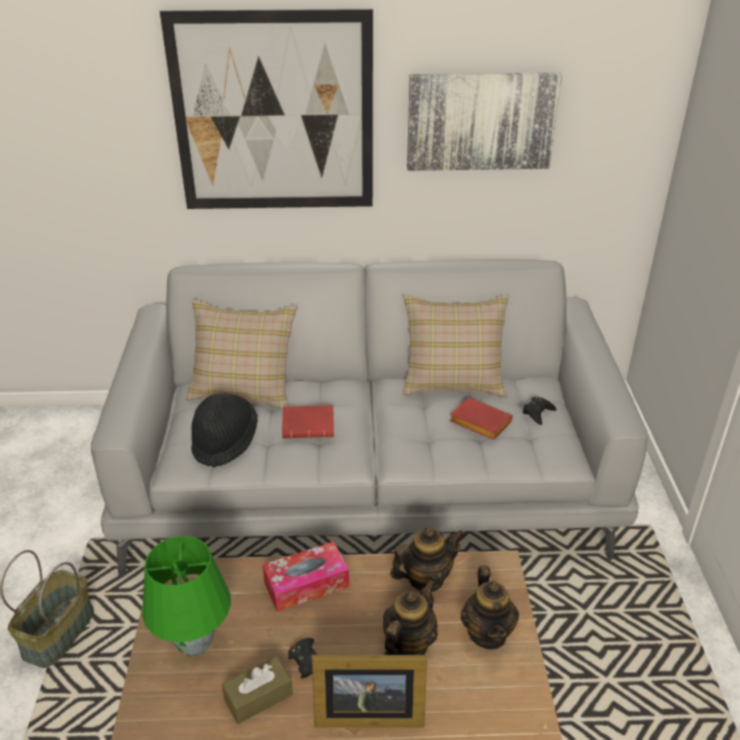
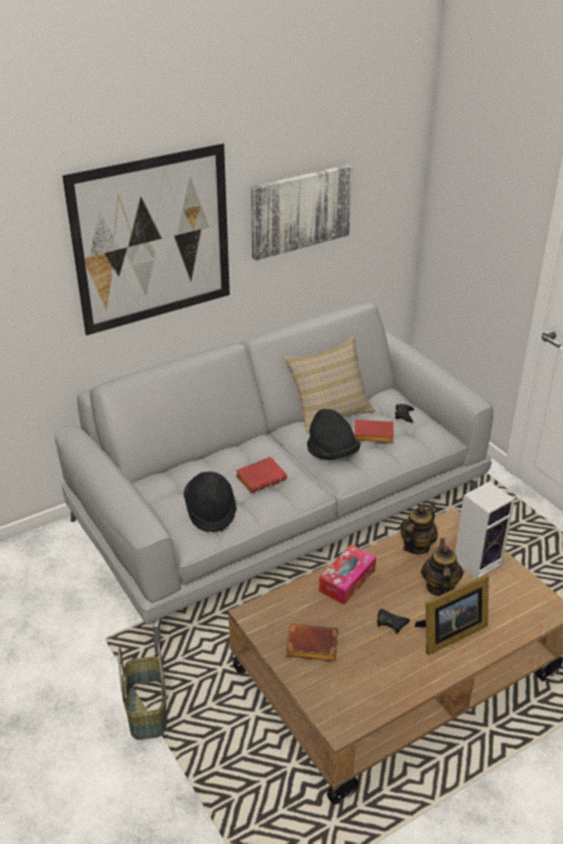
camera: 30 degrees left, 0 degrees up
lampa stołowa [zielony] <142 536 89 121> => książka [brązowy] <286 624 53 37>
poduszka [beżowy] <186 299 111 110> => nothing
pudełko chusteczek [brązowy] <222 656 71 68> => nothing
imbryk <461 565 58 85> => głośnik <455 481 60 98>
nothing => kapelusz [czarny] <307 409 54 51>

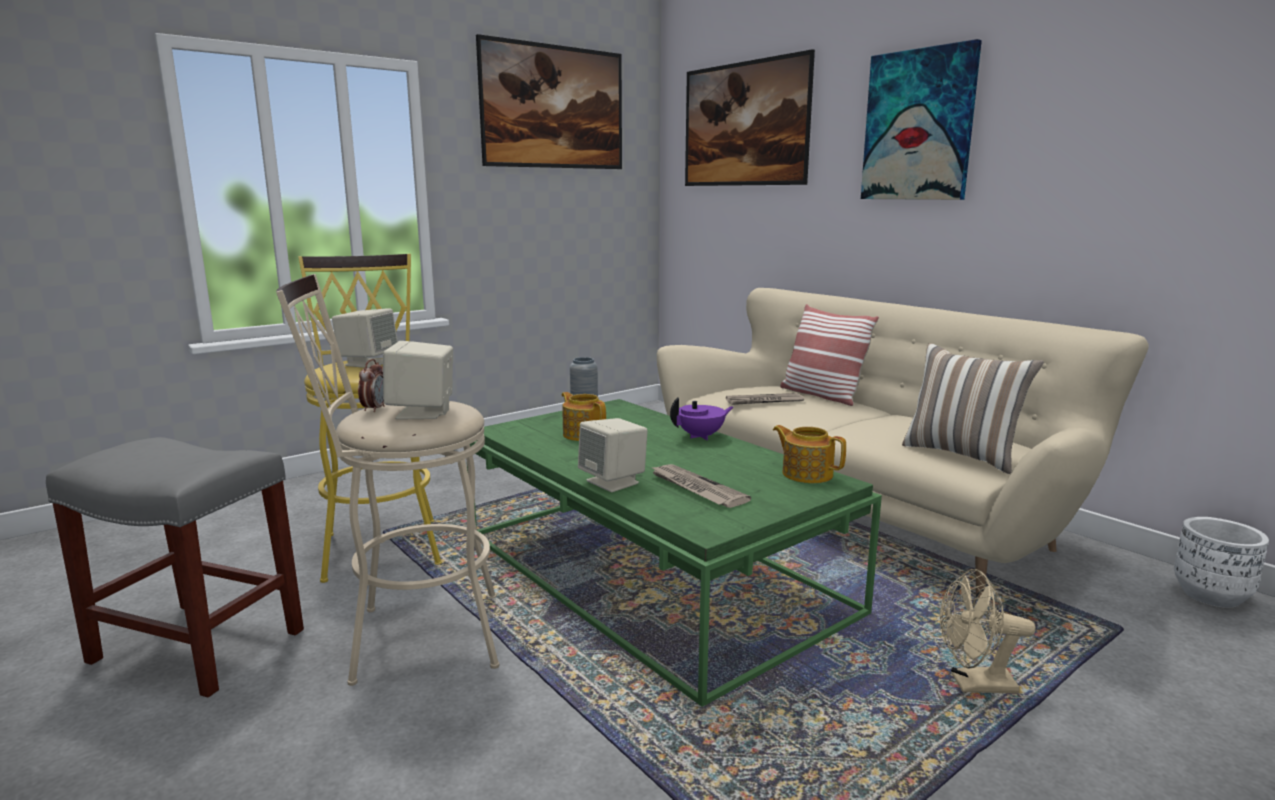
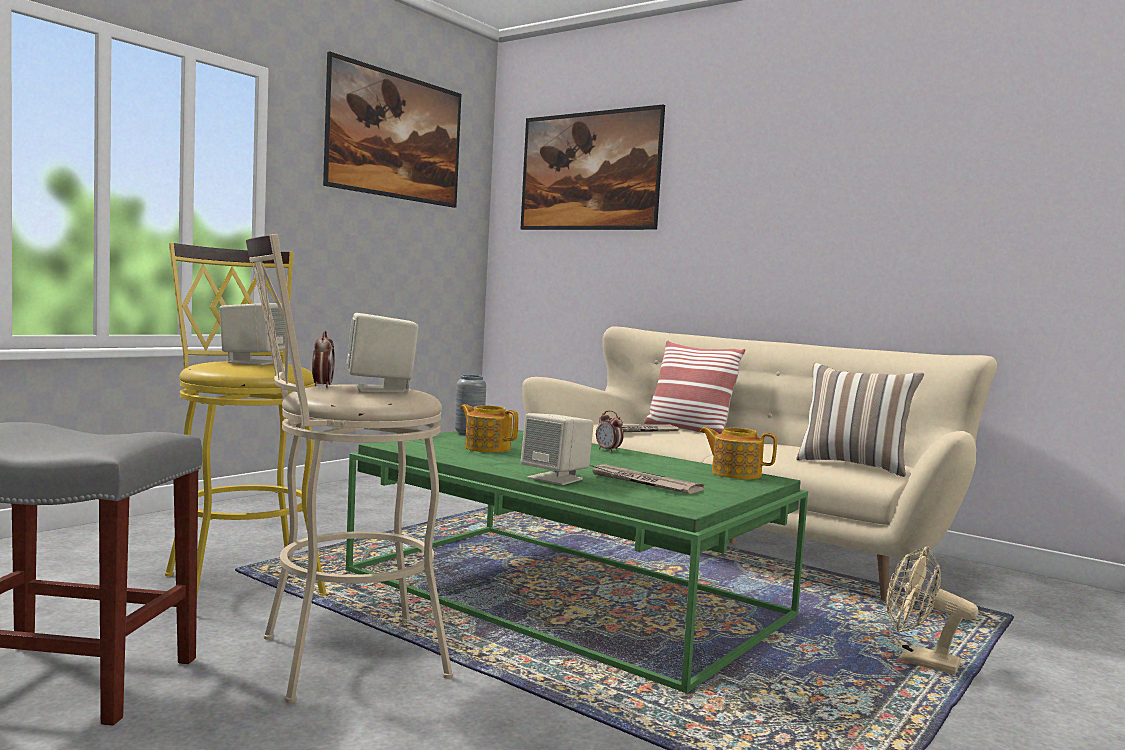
camera: 15 degrees left, 10 degrees down
imbryk [fioletowy] <670 397 63 43> => budzik <596 410 28 42>
obraz <861 39 121 161> => nothing
wentylator [beżowy] <940 569 95 125> => wentylator [beżowy] <886 546 92 129>, 45 degrees clockwise
donica [biały] <1174 517 95 91> => nothing

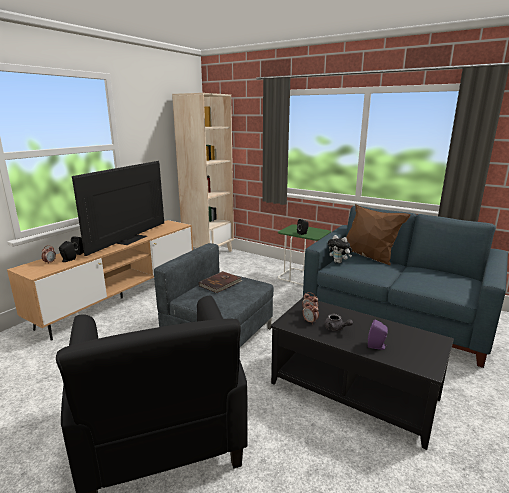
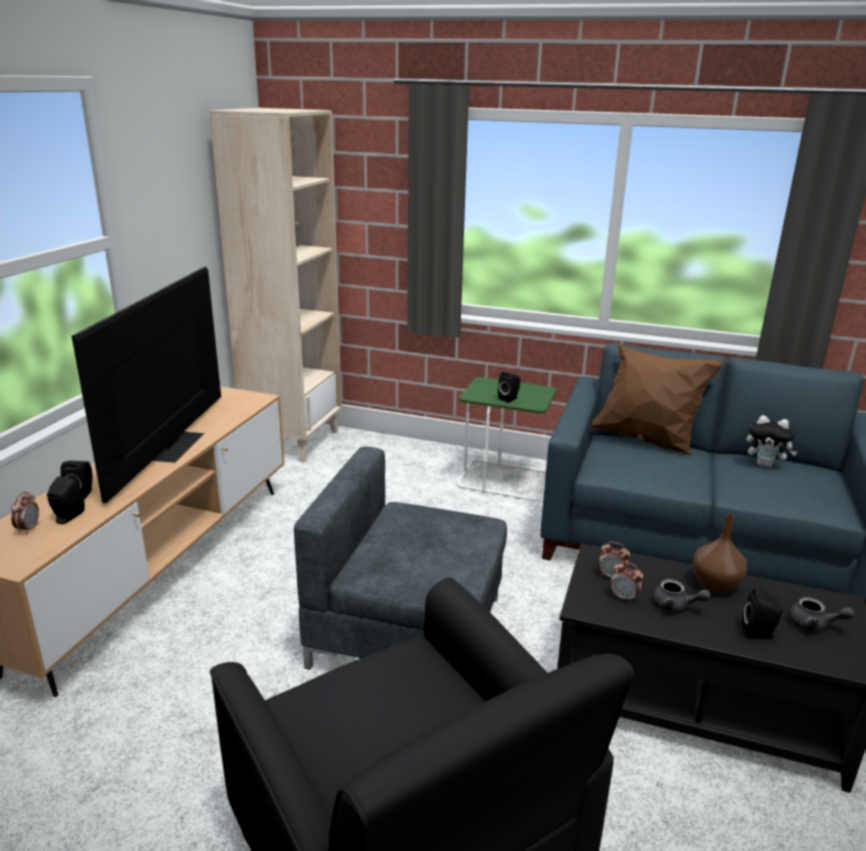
camera: 15 degrees left, 5 degrees up
książka [brązowy] <199 271 44 22> => nothing
pluszak <328 235 24 28> => pluszak <746 415 51 53>, moved
głośnik [fioletowy] <368 319 20 31> => głośnik [czarny] <742 588 41 51>
nothing => wazon [brązowy] <693 514 54 80>
nothing => imbryk [szary] <789 597 66 34>

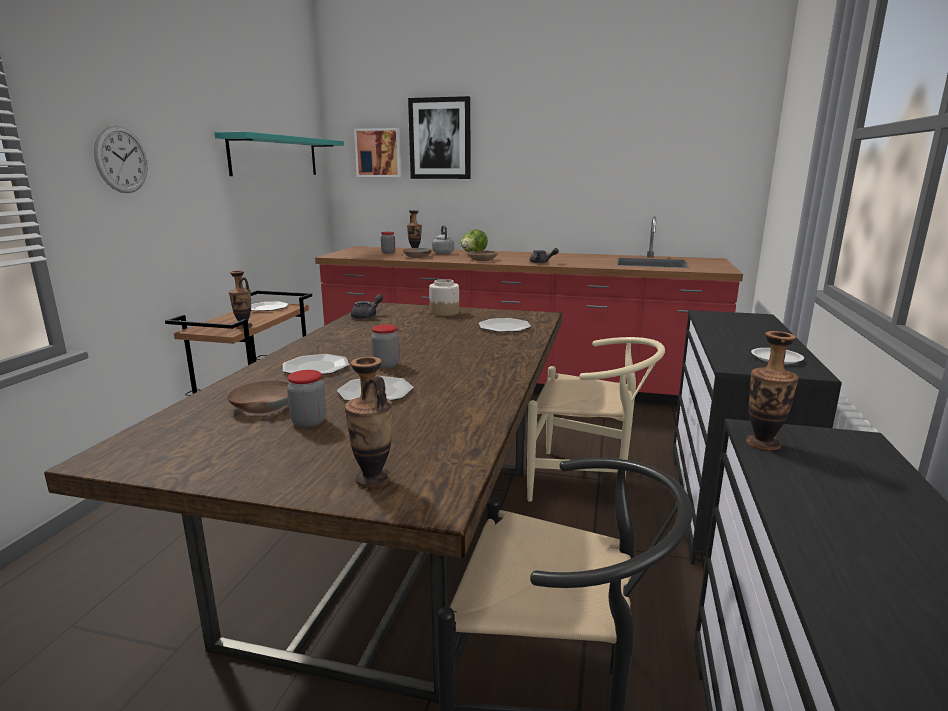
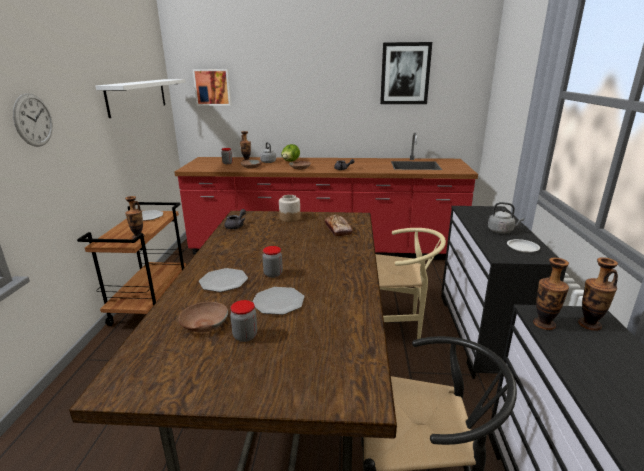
camera: 10 degrees left, 5 degrees up
półka [turkusowy] <214 132 130 44> => półka [biały] <96 79 90 39>
wazon <345 357 47 131> => wazon <578 257 40 74>, moved
obraz <408 96 62 83> => obraz <380 42 52 62>, moved
talerz <479 318 52 14> => chleb <325 215 28 22>
nothing => czajnik [szary] <488 202 36 31>

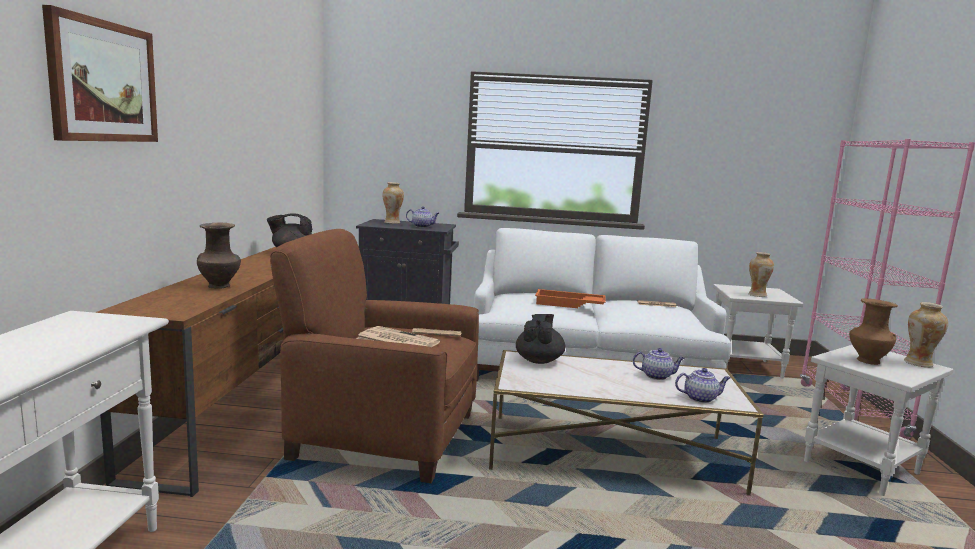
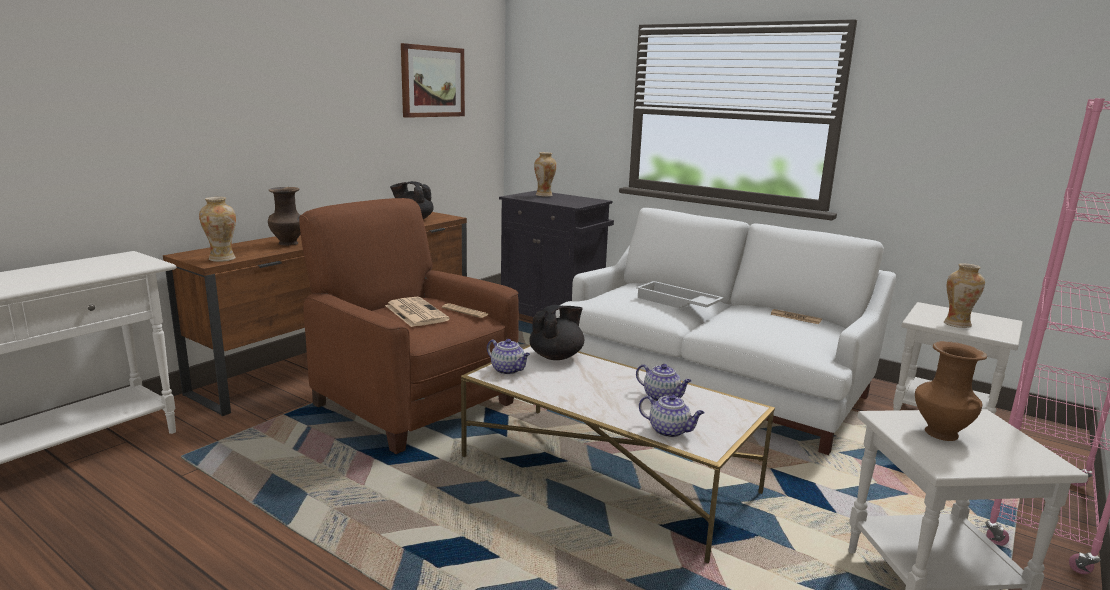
camera: 30 degrees right, 5 degrees up
obraz <42 5 116 137> => obraz <401 43 64 75>, moved
imbryk <406 206 33 22> => imbryk <487 339 43 36>, moved
taca [pomarańczowy] <535 289 70 19> => taca [biały] <636 281 88 27>
wazon <904 302 44 66> => wazon <199 197 37 65>, moved

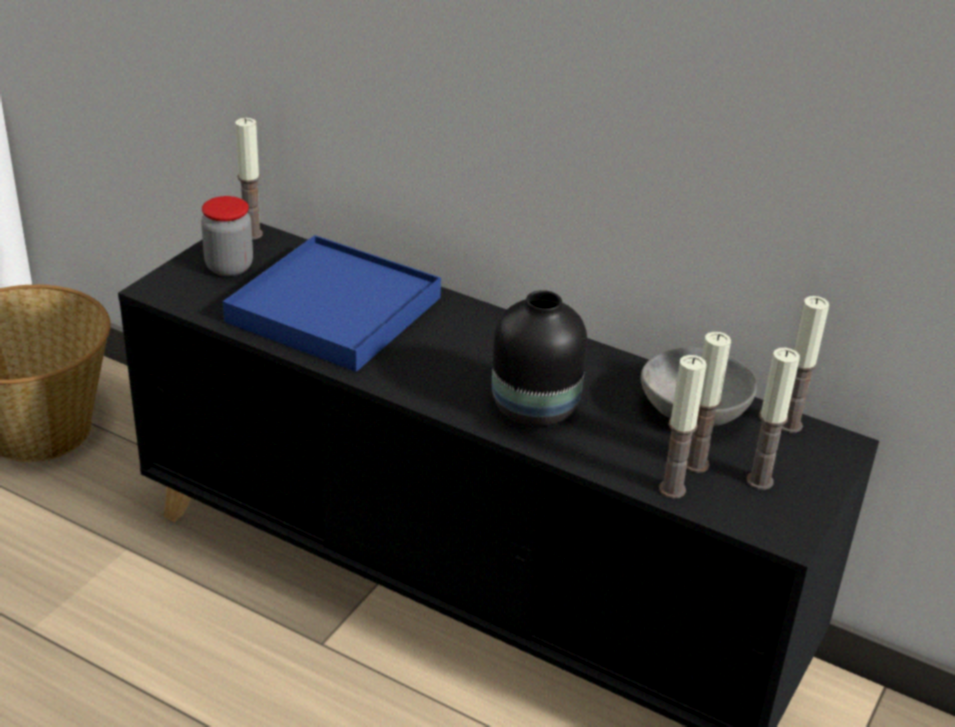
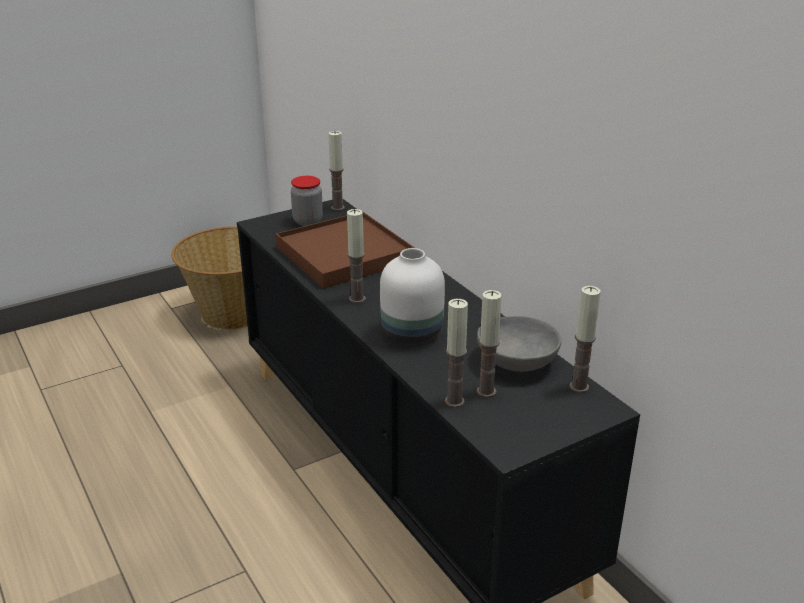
camera: 30 degrees right, 5 degrees down
taca [niebieski] <223 235 218 137> => taca [brązowy] <276 211 139 78>
wazon [czarny] <492 290 95 136> => wazon [biały] <380 248 65 96>
świeca <746 348 54 142> => świeca <347 209 19 94>, moved

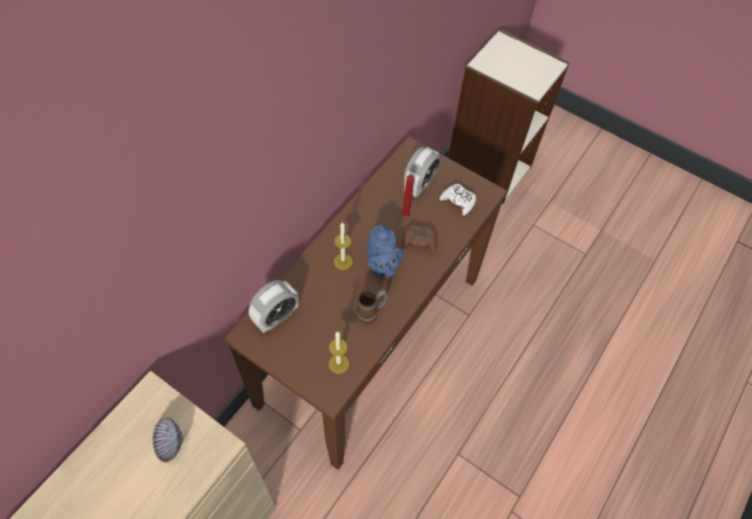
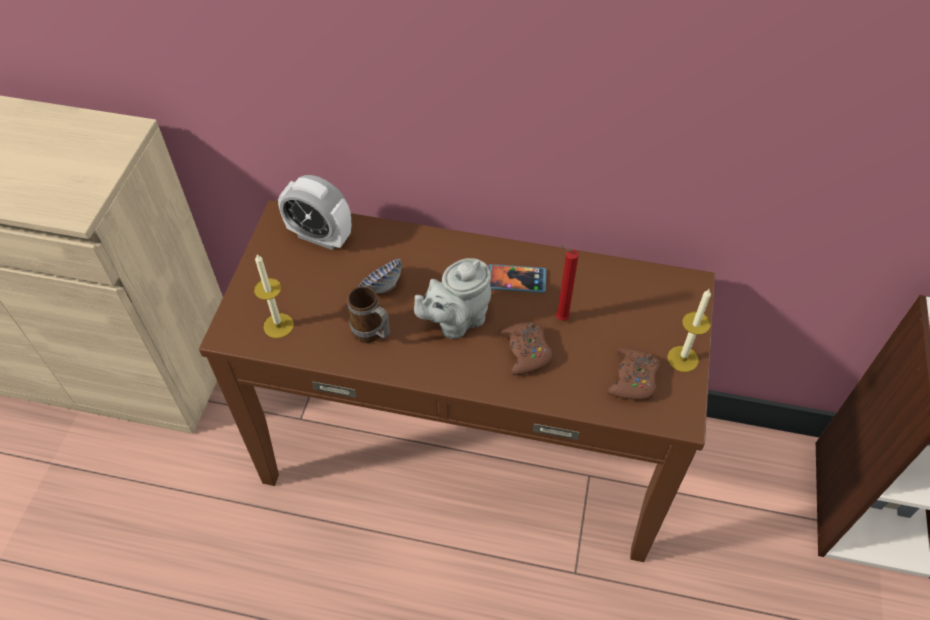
camera: 70 degrees right, 5 degrees down
miska <153 417 30 45> => miska <358 259 44 35>, moved
świeca <334 222 19 48> => świeca <667 289 44 83>, moved
imbryk [niebieski] <367 225 36 52> => imbryk [szary] <414 258 77 81>
budzik <404 147 37 50> => nothing
pad do gier [biały] <440 184 36 32> => pad do gier [brązowy] <607 347 53 53>
nothing => telefon <489 264 58 29>

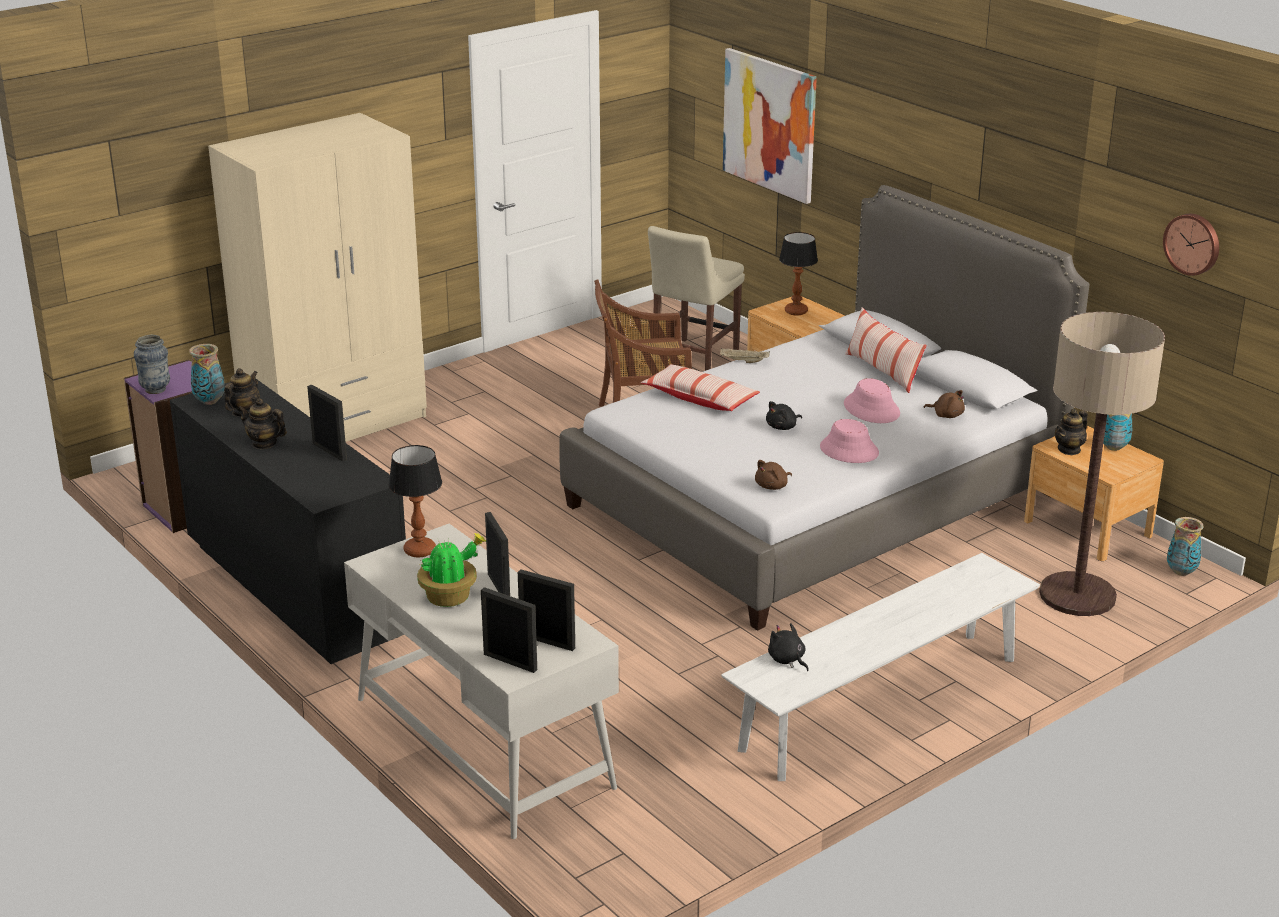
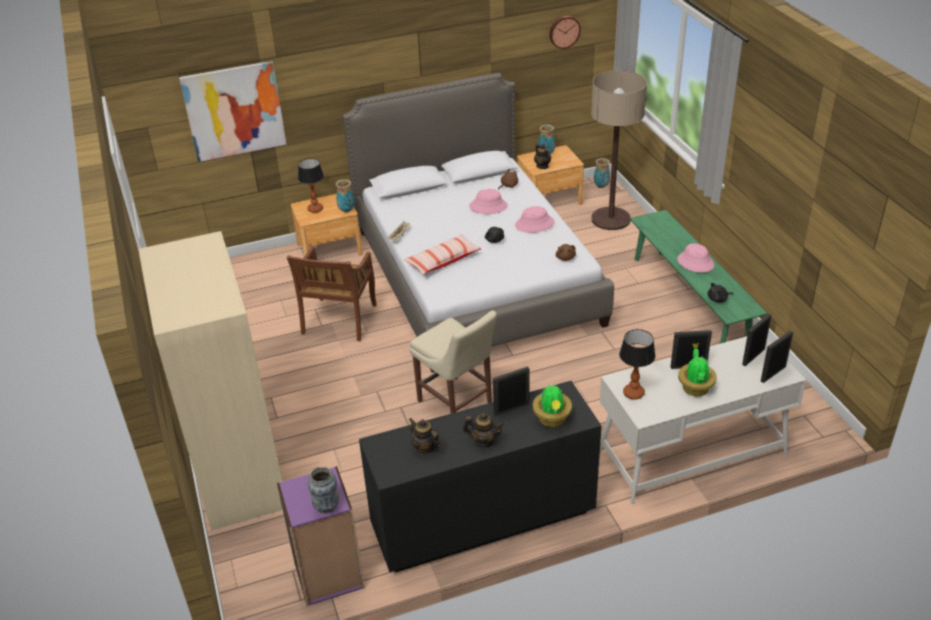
camera: 70 degrees left, 10 degrees up
wazon <189 344 36 61> => wazon <336 179 19 34>, moved
imbryk <238 398 49 51> => imbryk <463 413 41 34>, 120 degrees counterclockwise
krzesło [beżowy] <648 226 97 145> => krzesło [beżowy] <410 310 87 103>, moved
ławka [biały] <721 553 319 228> => ławka [zielony] <630 210 137 134>
poduszka <845 307 82 86> => nothing
nothing => roślina doniczkowa <533 385 39 42>
nothing => kapelusz [różowy] <677 243 38 30>

